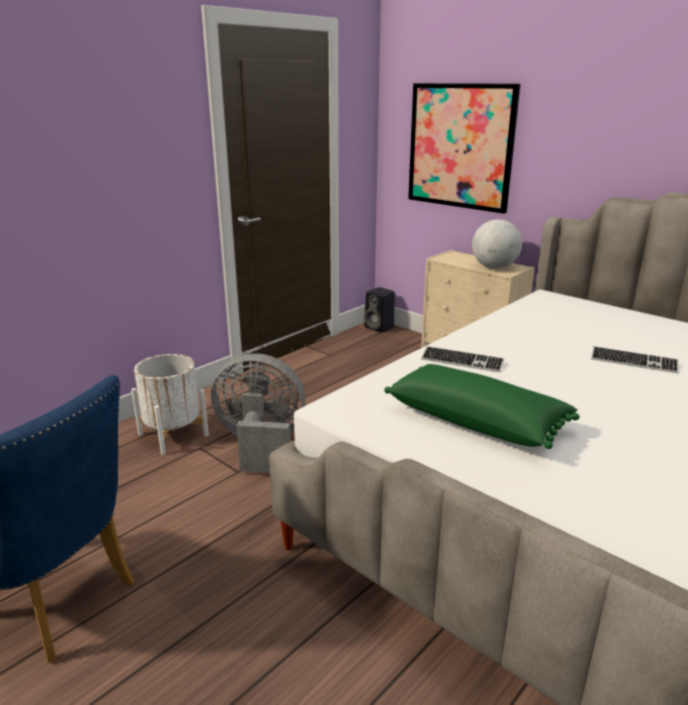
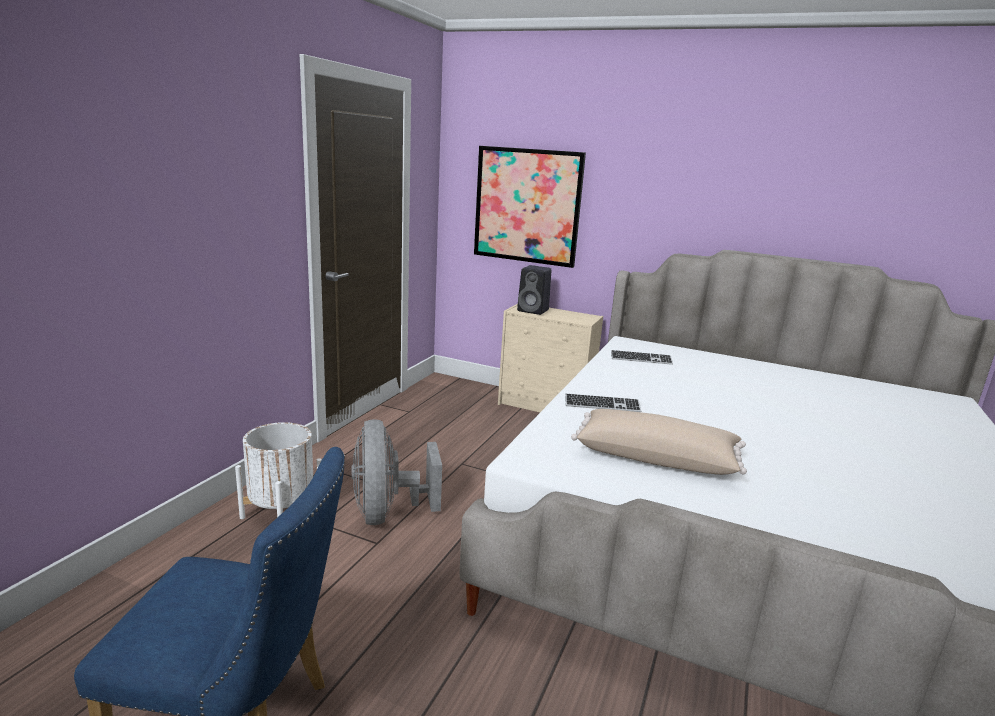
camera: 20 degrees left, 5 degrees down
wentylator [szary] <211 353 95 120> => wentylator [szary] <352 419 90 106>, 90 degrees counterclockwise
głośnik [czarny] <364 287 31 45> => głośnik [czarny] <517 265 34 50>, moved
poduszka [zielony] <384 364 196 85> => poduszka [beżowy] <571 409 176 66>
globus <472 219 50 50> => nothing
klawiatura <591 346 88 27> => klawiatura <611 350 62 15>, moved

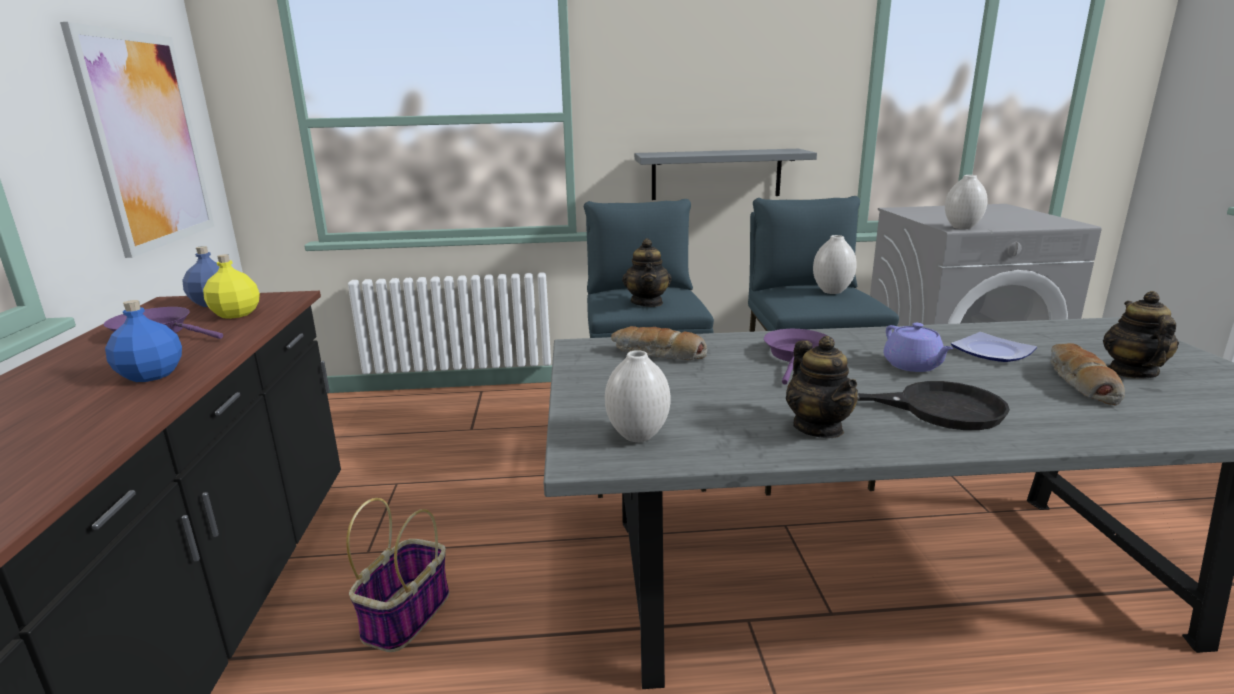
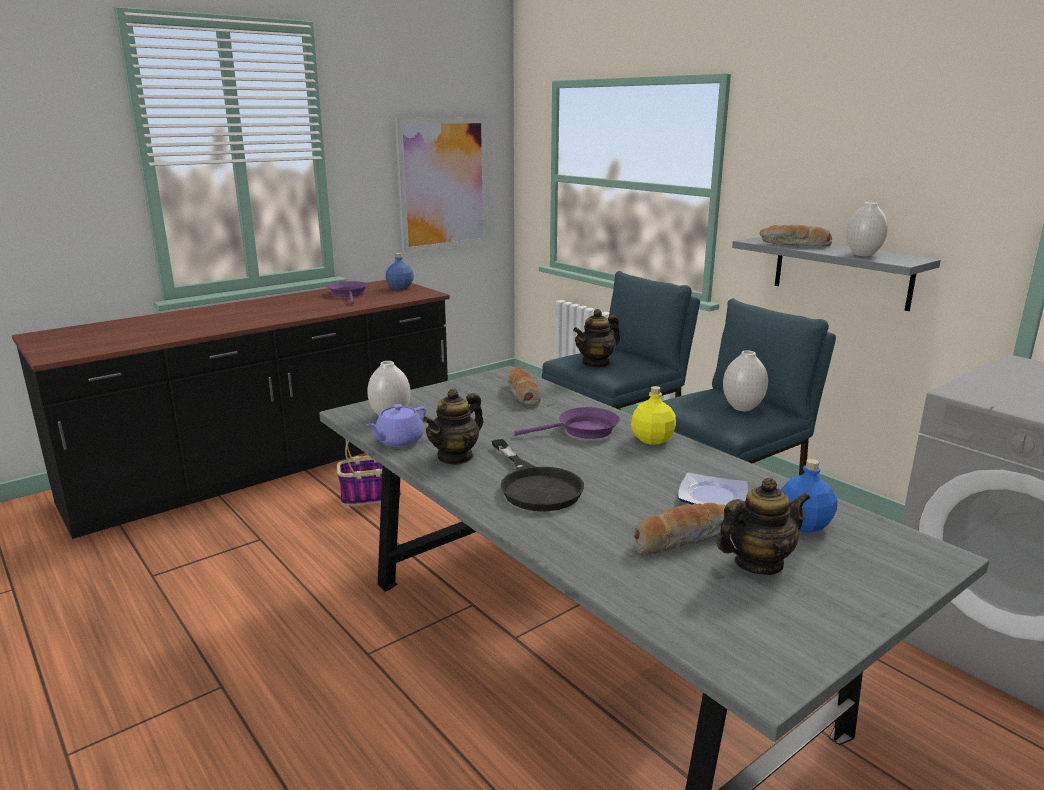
camera: 55 degrees right, 0 degrees up
butelka [niebieski] <105 300 77 82> => butelka [niebieski] <780 459 57 74>, moved
butelka [żółty] <203 254 57 65> => butelka [żółty] <631 386 45 59>, moved
imbryk [fioletowy] <884 323 70 49> => imbryk [fioletowy] <366 404 60 43>, moved
wazon [biały] <945 175 43 54> => wazon [biały] <846 202 42 54>, moved
nothing => chleb <760 225 72 21>

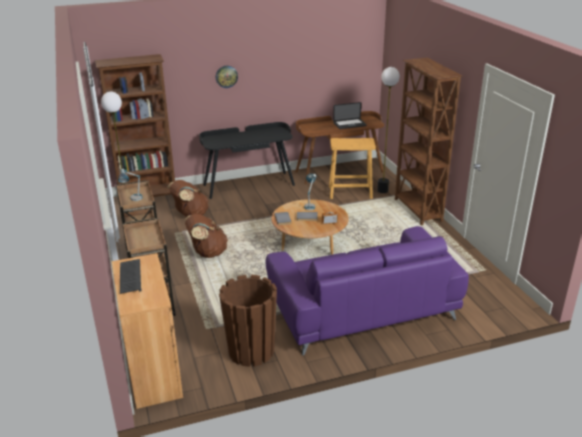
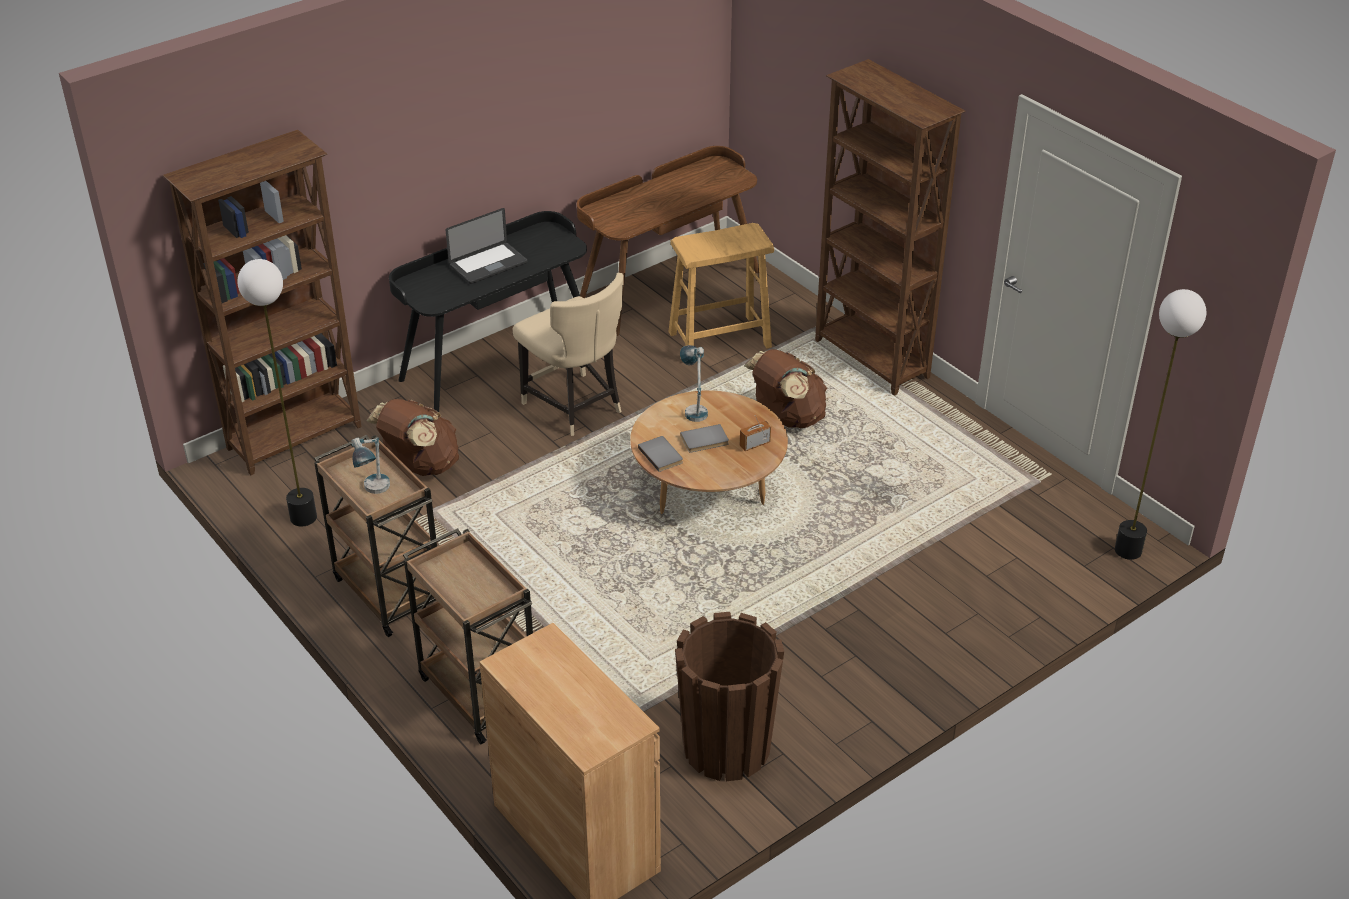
camera: 20 degrees left, 10 degrees up
klawiatura <120 259 22 35> => nothing
plecak [brązowy] <185 214 43 44> => plecak [brązowy] <744 349 83 79>, moved
zegar ścienny <216 66 22 22> => nothing
kanapa [fioletowy] <266 226 203 129> => nothing
laptop <333 102 34 27> => laptop <446 208 81 76>, moved
lampa stojąca <377 67 23 126> => lampa stojąca <1115 289 91 271>, moved
nothing => krzesło [beżowy] <513 273 111 163>

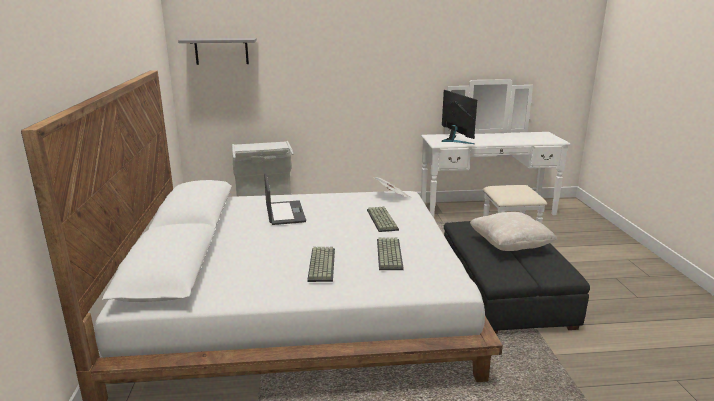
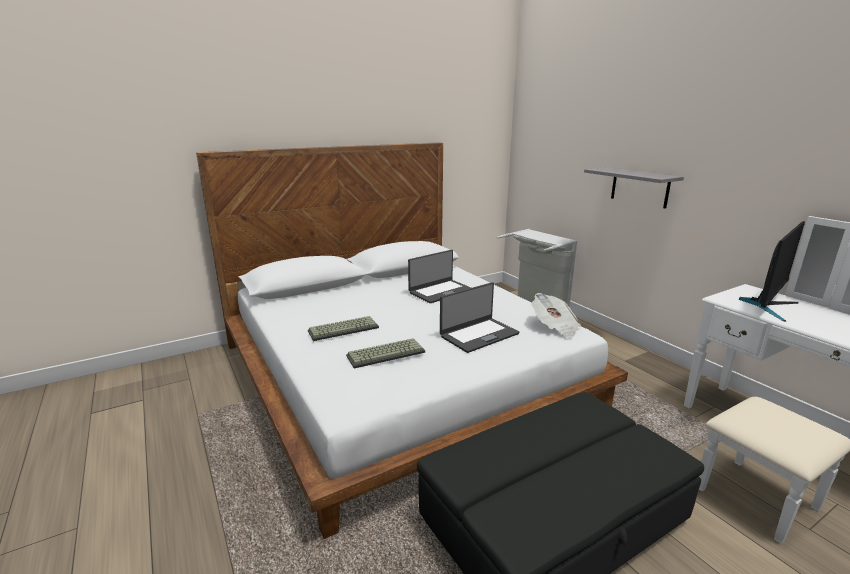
camera: 65 degrees right, 0 degrees up
półka [szary] <178 38 79 27> => półka [szary] <584 167 100 42>, moved
klawiatura <367 207 32 25> => laptop <440 282 79 71>
poduszka [beżowy] <470 212 88 39> => nothing

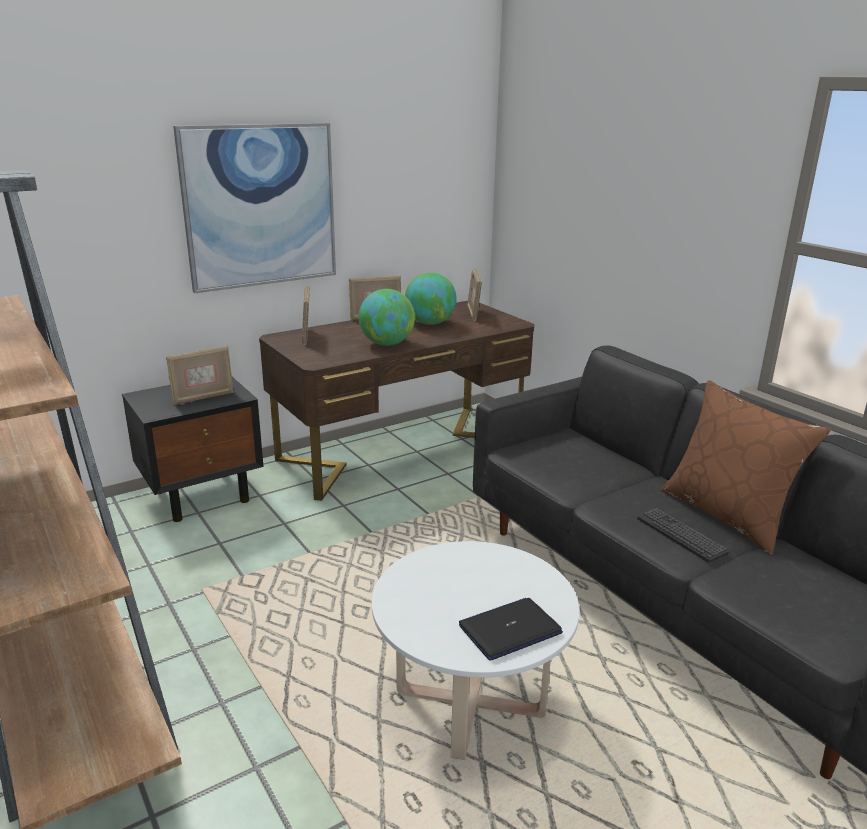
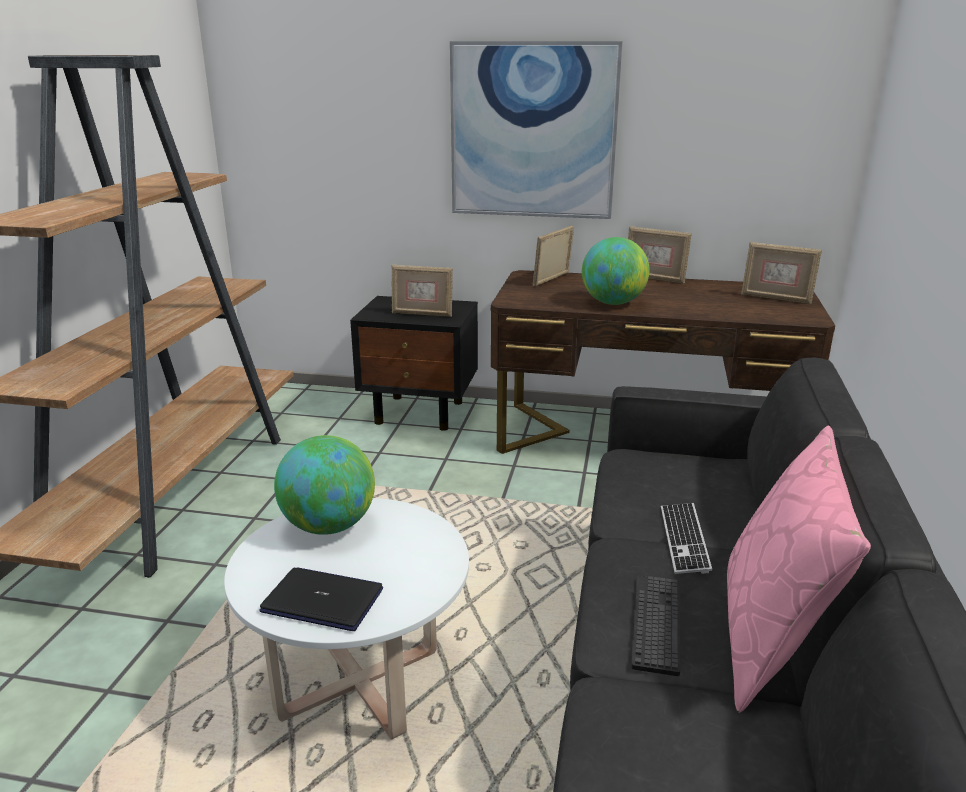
camera: 45 degrees right, 0 degrees up
globus <405 272 52 53> => globus <274 435 101 100>, moved
ramka na zdjęcie <467 269 15 53> => ramka na zdjęcie <741 242 81 62>, 105 degrees counterclockwise
poduszka [brązowy] <661 380 170 175> => poduszka [różowy] <727 426 144 287>
nothing => klawiatura <661 503 51 71>

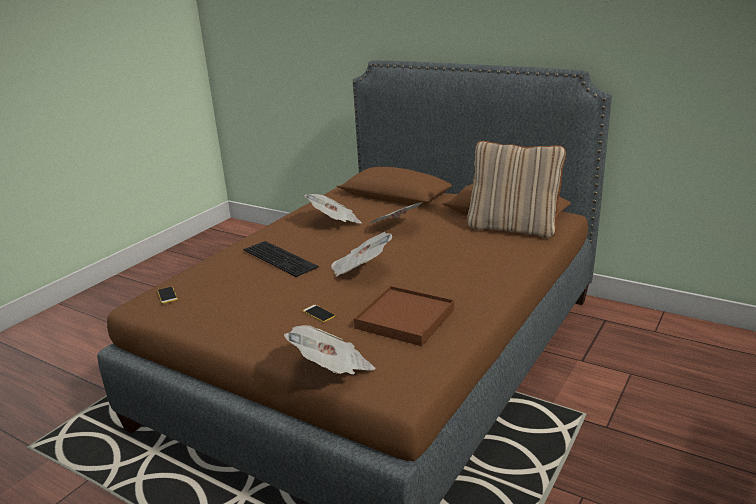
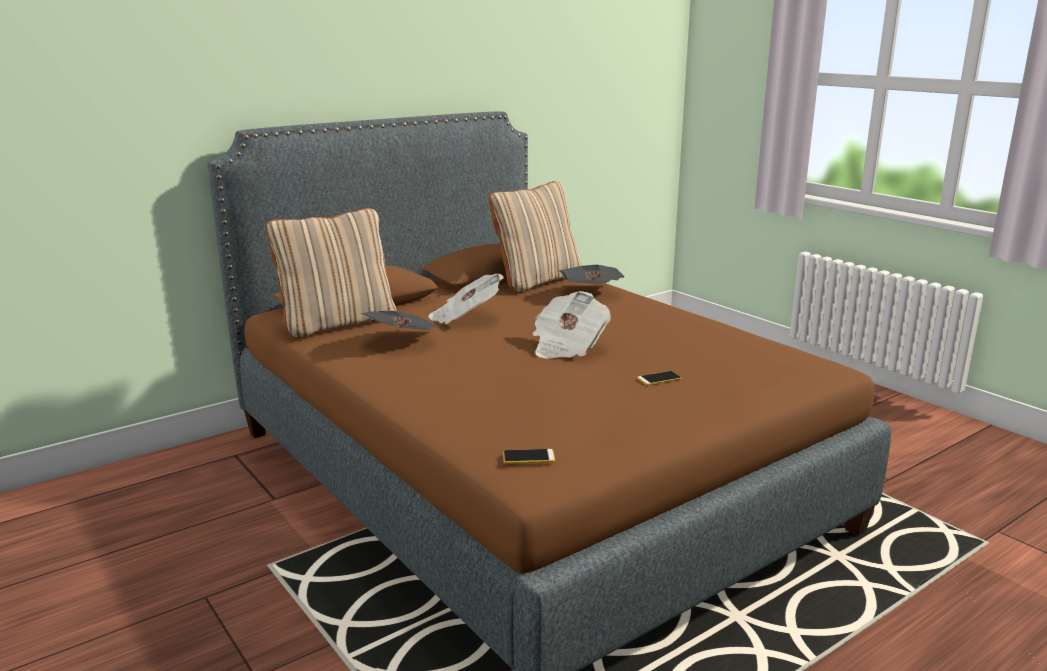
camera: 70 degrees left, 5 degrees down
klawiatura <244 241 75 36> => nothing
gazeta <284 325 91 50> => gazeta <559 265 65 19>, moved
taca [brązowy] <354 286 100 60> => nothing
nothing => poduszka [beżowy] <266 208 131 130>

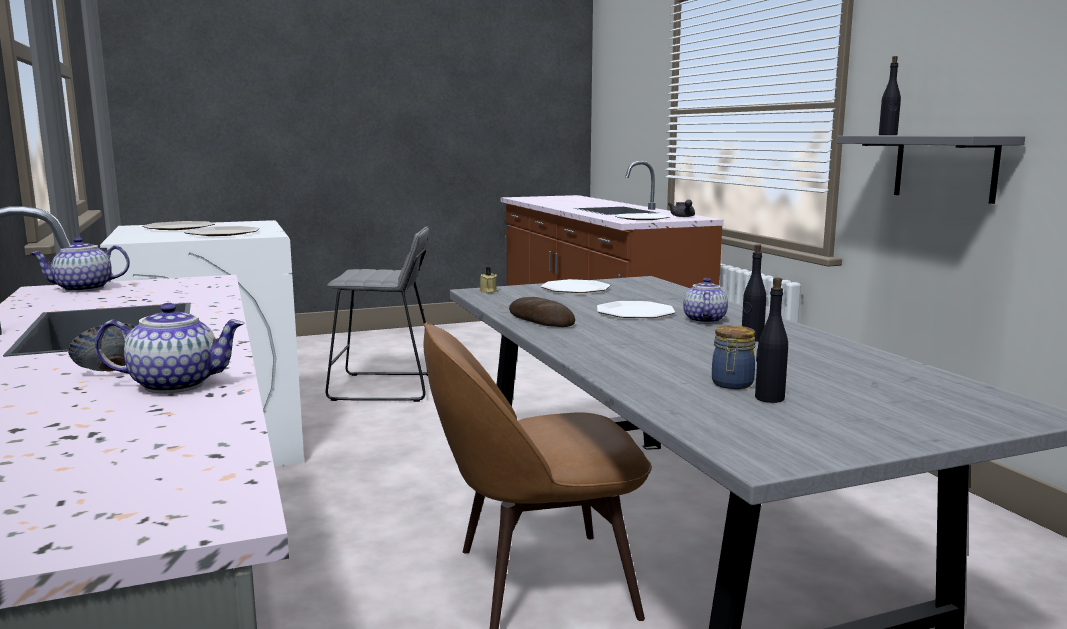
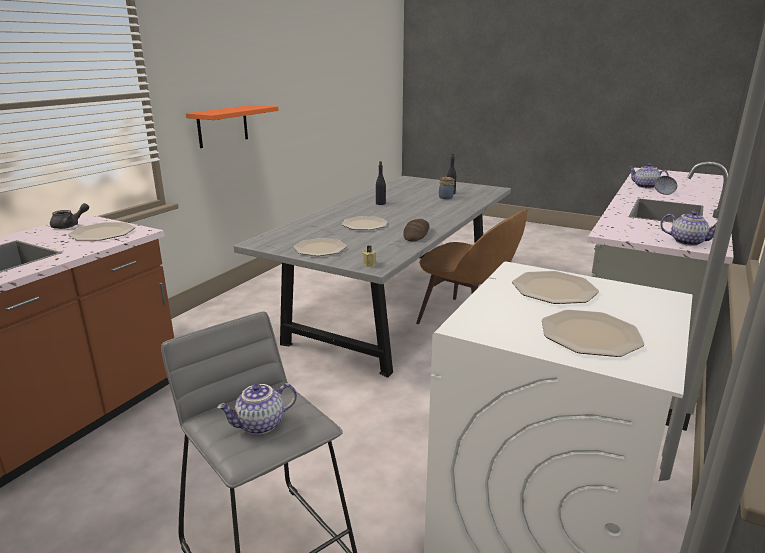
camera: 130 degrees left, 10 degrees up
imbryk <683 278 45 45> => imbryk <217 383 80 52>, moved
półka [szary] <837 136 188 68> => półka [pomarańczowy] <185 105 93 43>
butelka [czarny] <879 56 22 79> => nothing

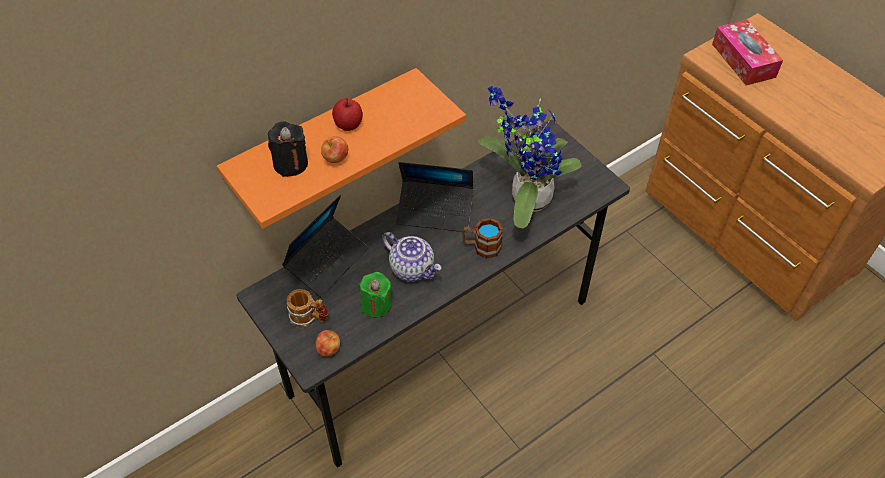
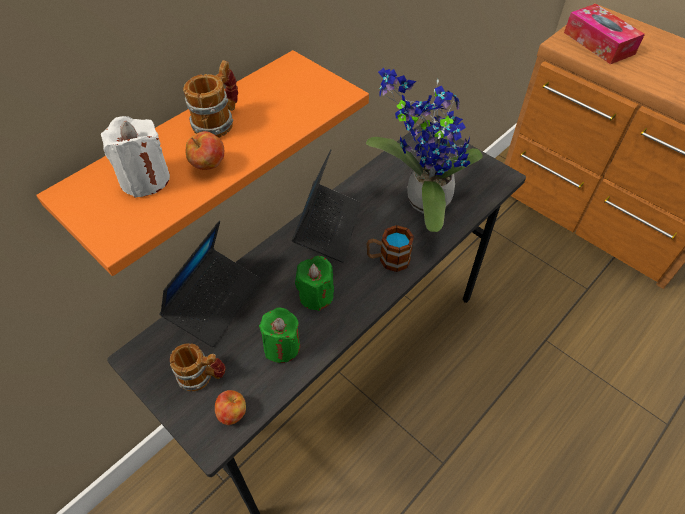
camera: 10 degrees left, 0 degrees up
świeca [czarny] <268 122 40 55> => świeca [biały] <101 116 69 82>
jabłko <332 98 31 33> => kubek <183 60 55 78>
imbryk <382 232 59 50> => świeca [zielony] <295 256 39 55>
laptop <396 162 78 70> => laptop <292 149 69 114>, 75 degrees counterclockwise

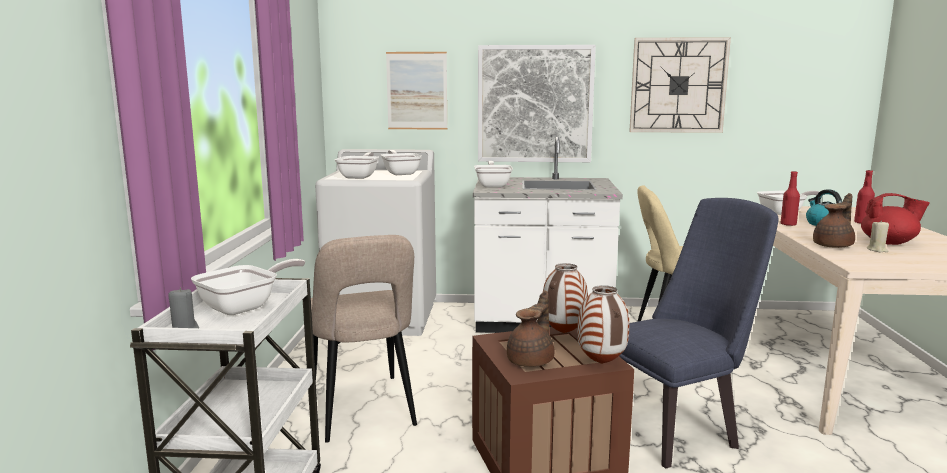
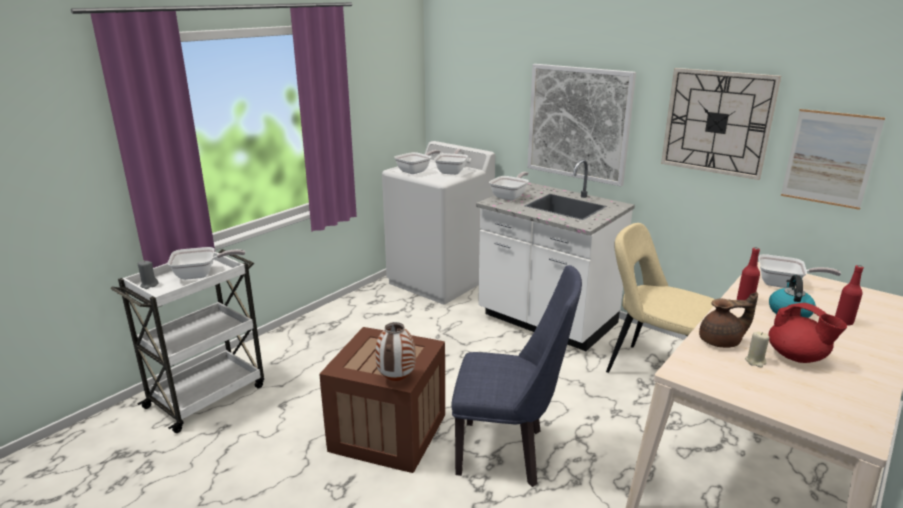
camera: 35 degrees right, 10 degrees up
krzesło [beżowy] <311 235 106 208> => nothing
obraz <386 52 61 78> => obraz <781 109 104 101>, moved
imbryk [brązowy] <507 290 47 77> => nothing
wazon <543 263 45 70> => nothing

